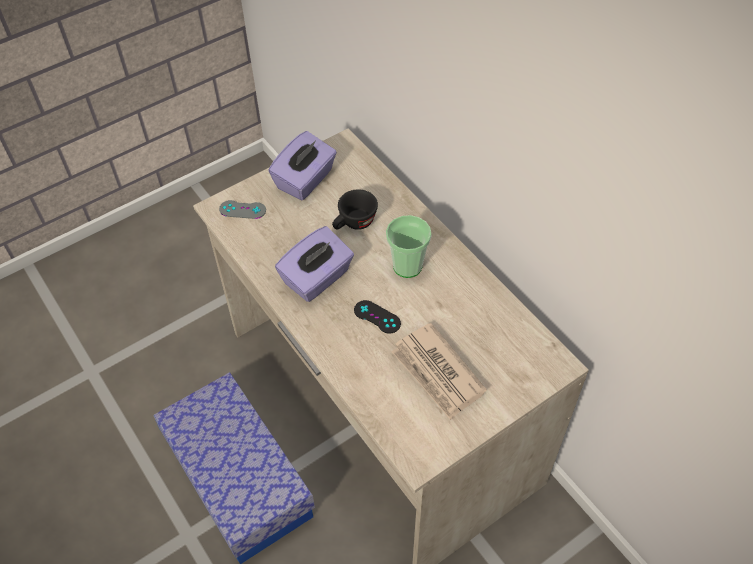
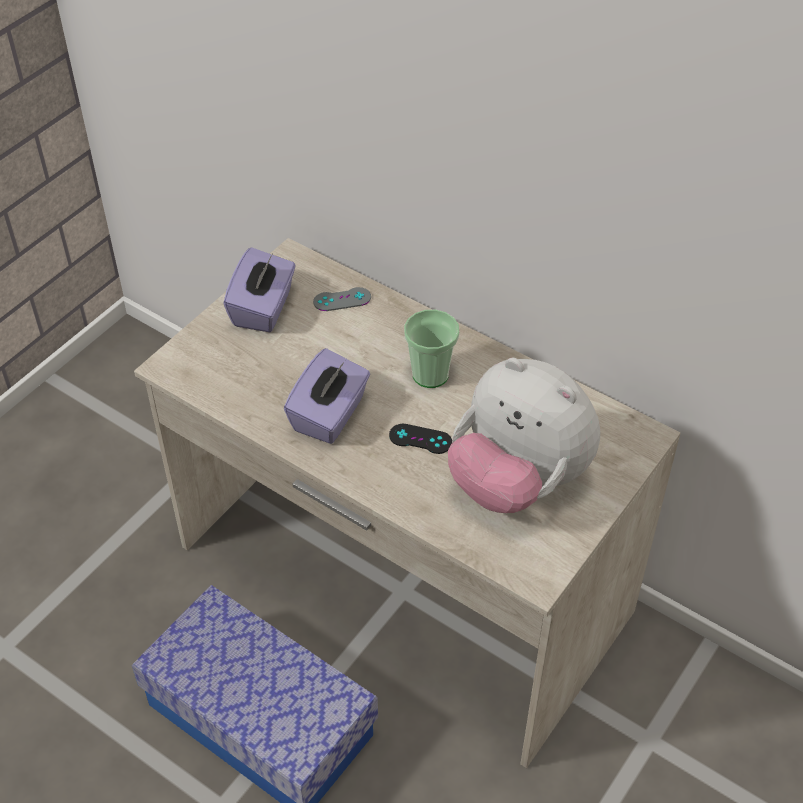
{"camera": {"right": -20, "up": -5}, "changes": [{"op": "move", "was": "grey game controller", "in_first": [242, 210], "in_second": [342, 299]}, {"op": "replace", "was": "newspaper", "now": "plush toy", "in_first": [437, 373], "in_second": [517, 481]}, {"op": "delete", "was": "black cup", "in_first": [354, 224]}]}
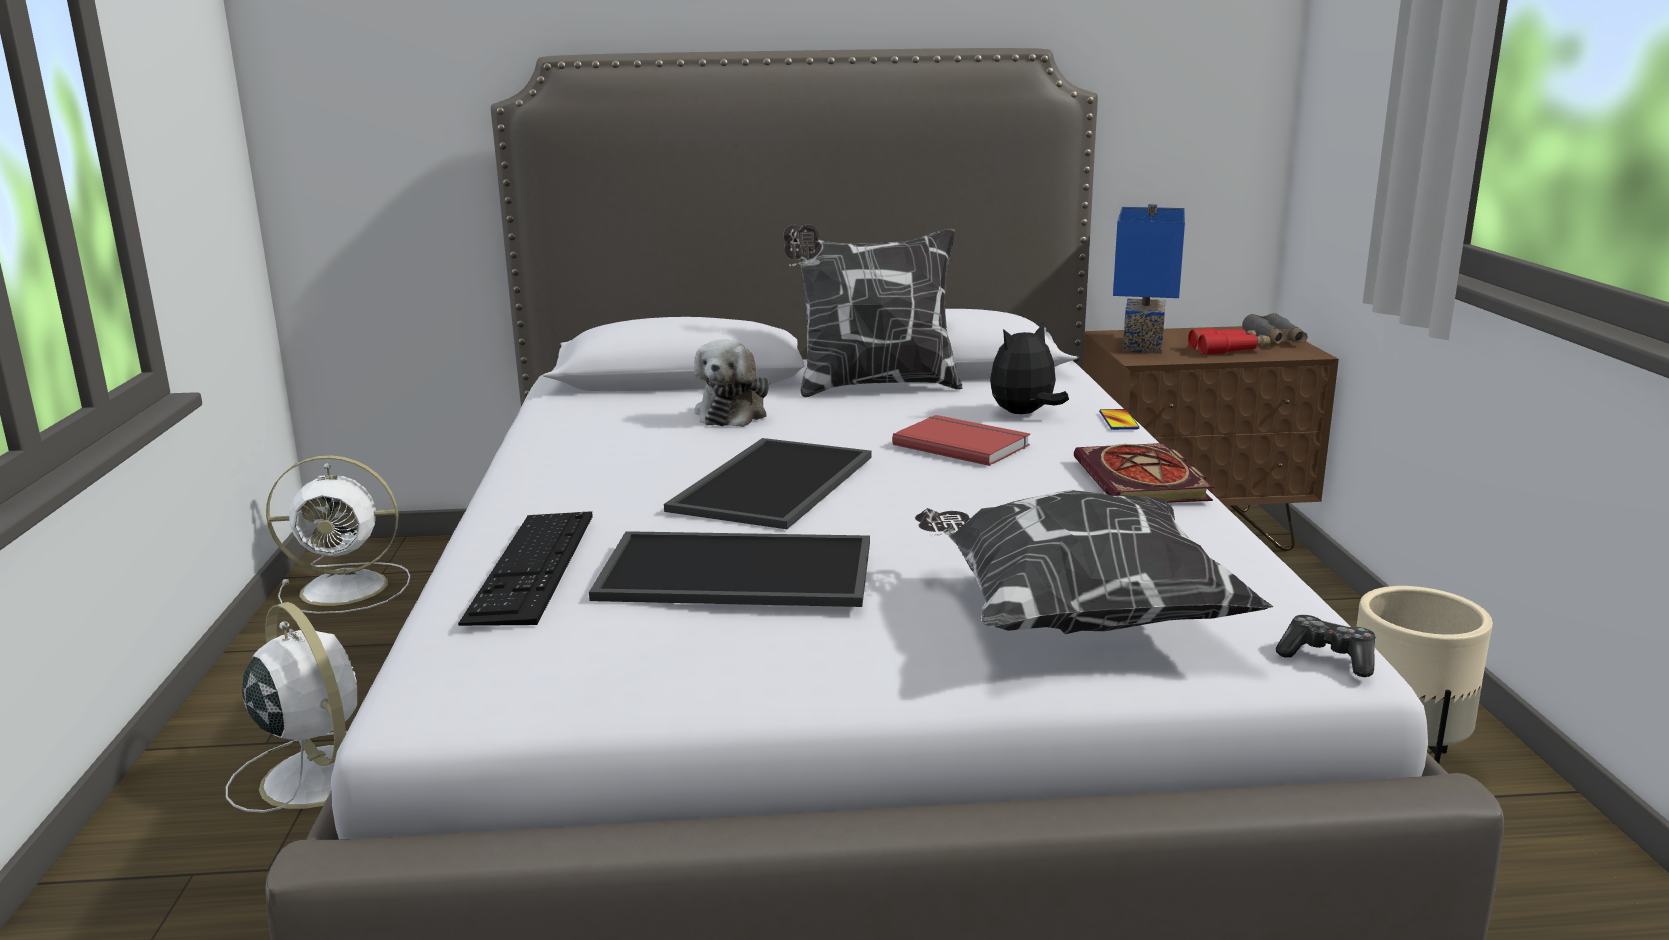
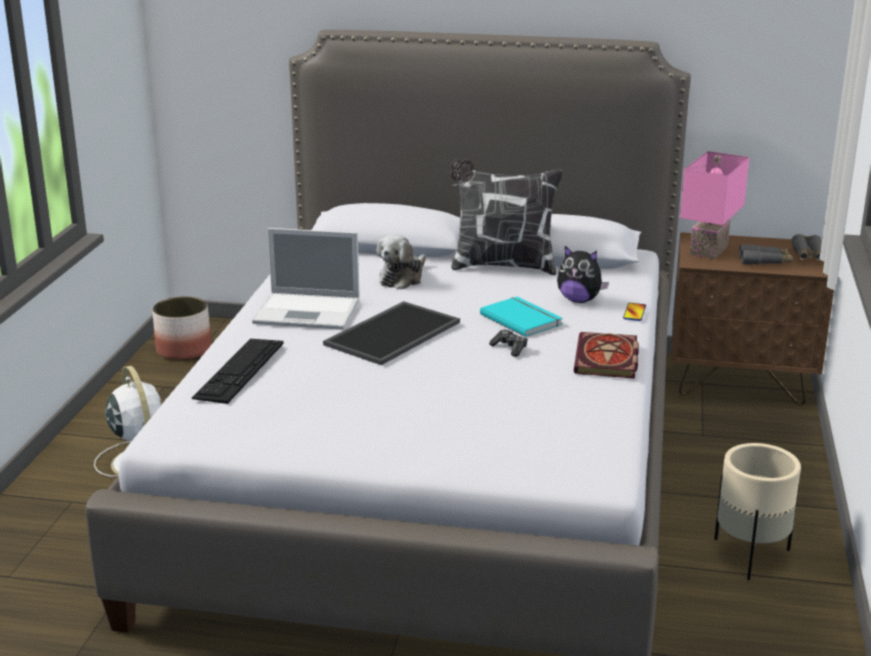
{"camera": {"right": 15, "up": 5}, "changes": [{"op": "replace", "was": "white fan", "now": "planter", "in_first": [348, 588], "in_second": [184, 350]}, {"op": "insert", "now": "laptop", "in_second": [309, 312]}, {"op": "recolor", "was": "red book", "now": "turquoise book", "in_first": [962, 444], "in_second": [522, 319]}, {"op": "move", "was": "game controller", "in_first": [1328, 658], "in_second": [510, 348]}, {"op": "rotate", "was": "plush toy", "in_first": [1024, 414], "in_second": [579, 300], "clockwise": -135}, {"op": "recolor", "was": "blue table lamp", "now": "pink table lamp", "in_first": [1146, 346], "in_second": [710, 251]}, {"op": "recolor", "was": "red binoculars", "now": "grey binoculars", "in_first": [1228, 350], "in_second": [765, 261]}, {"op": "delete", "was": "tray", "in_first": [733, 572]}, {"op": "delete", "was": "pillow", "in_first": [1073, 617]}]}
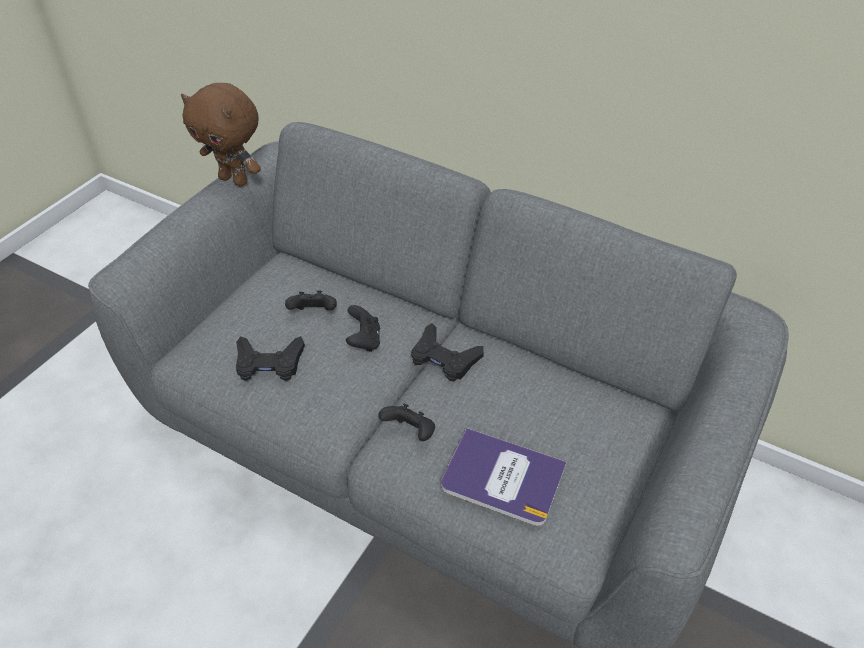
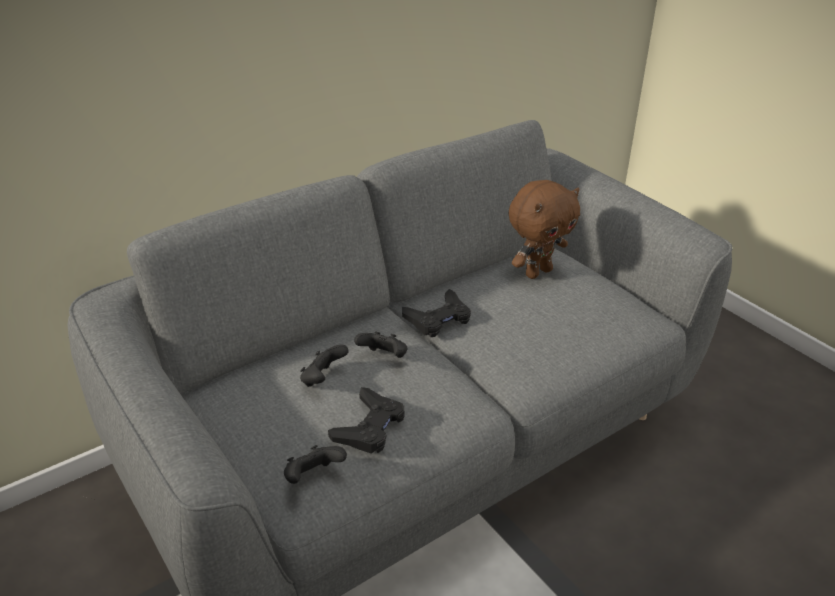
{"camera": {"right": -65, "up": -10}, "changes": [{"op": "move", "was": "black game controller", "in_first": [410, 432], "in_second": [313, 477]}, {"op": "move", "was": "brown plush toy", "in_first": [235, 180], "in_second": [537, 272]}, {"op": "delete", "was": "book", "in_first": [502, 477]}]}
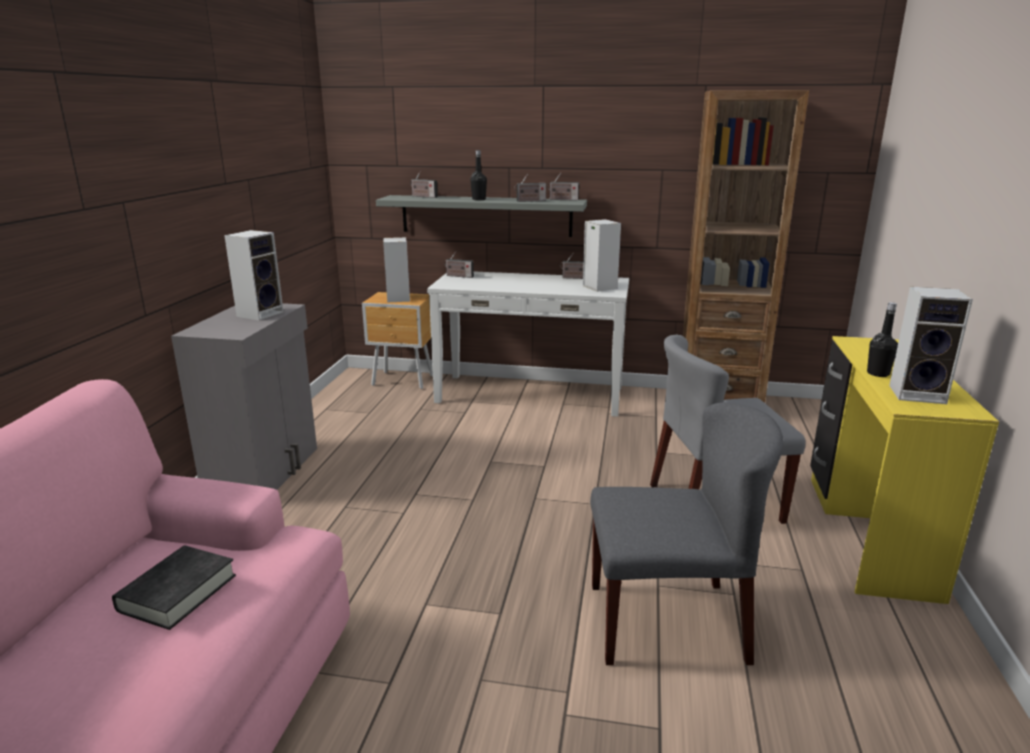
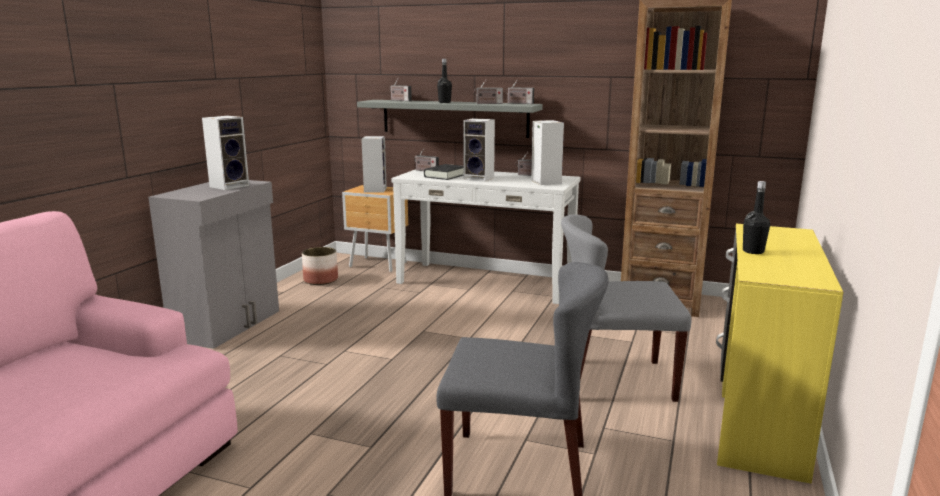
{"camera": {"right": 10, "up": -5}, "changes": [{"op": "insert", "now": "planter", "in_second": [321, 280]}, {"op": "move", "was": "black book", "in_first": [177, 593], "in_second": [445, 176]}, {"op": "move", "was": "speaker", "in_first": [919, 394], "in_second": [480, 178]}]}
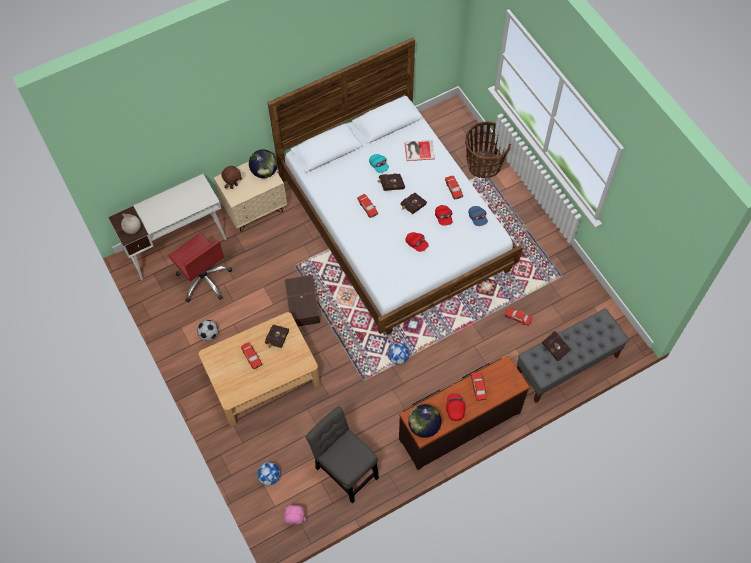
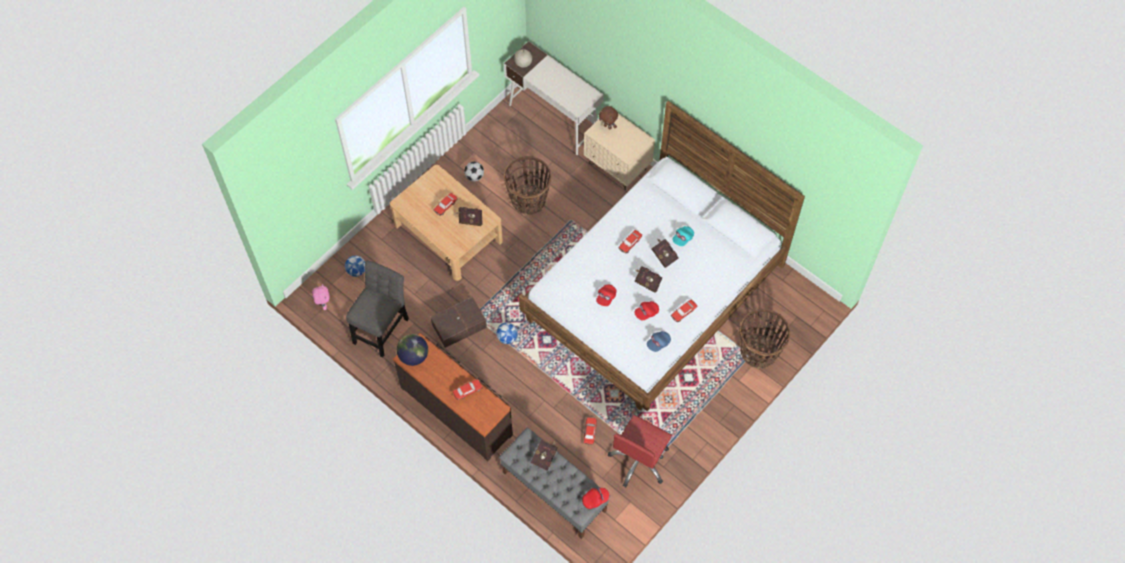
{"camera": {"right": 70, "up": 0}, "changes": [{"op": "move", "was": "brown storage box", "in_first": [302, 305], "in_second": [458, 325]}, {"op": "insert", "now": "basket", "in_second": [528, 200]}, {"op": "move", "was": "red cap", "in_first": [455, 408], "in_second": [595, 499]}, {"op": "move", "was": "red office chair", "in_first": [204, 279], "in_second": [639, 461]}, {"op": "delete", "was": "globe", "in_first": [264, 172]}, {"op": "delete", "was": "book", "in_first": [418, 150]}]}
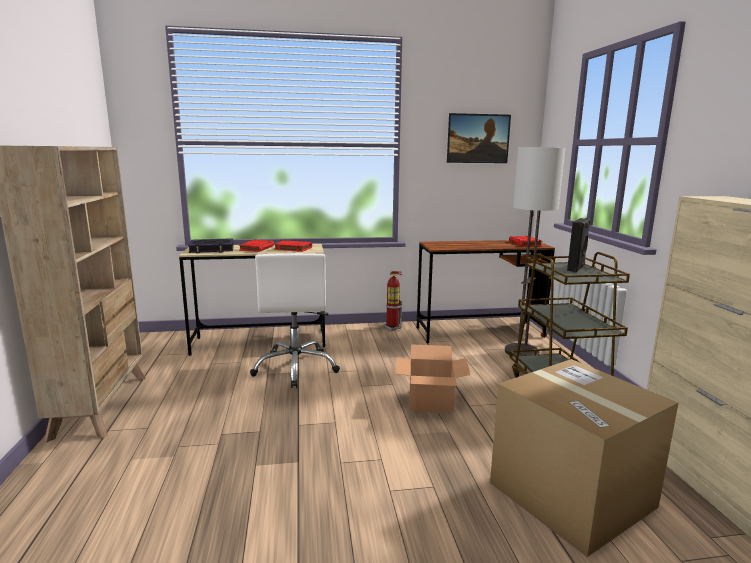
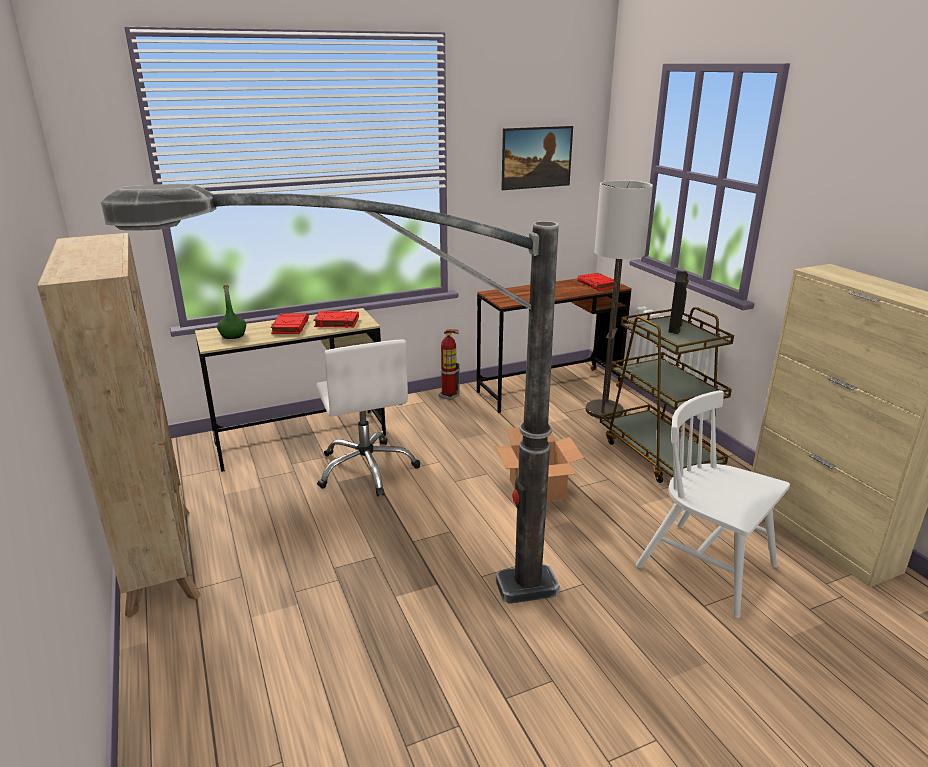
{"camera": {"right": -15, "up": 10}, "changes": [{"op": "insert", "now": "floor lamp", "in_second": [385, 608]}, {"op": "replace", "was": "book", "now": "green bottle", "in_first": [212, 249], "in_second": [233, 335]}, {"op": "replace", "was": "cardboard box", "now": "white chair", "in_first": [571, 494], "in_second": [706, 567]}]}
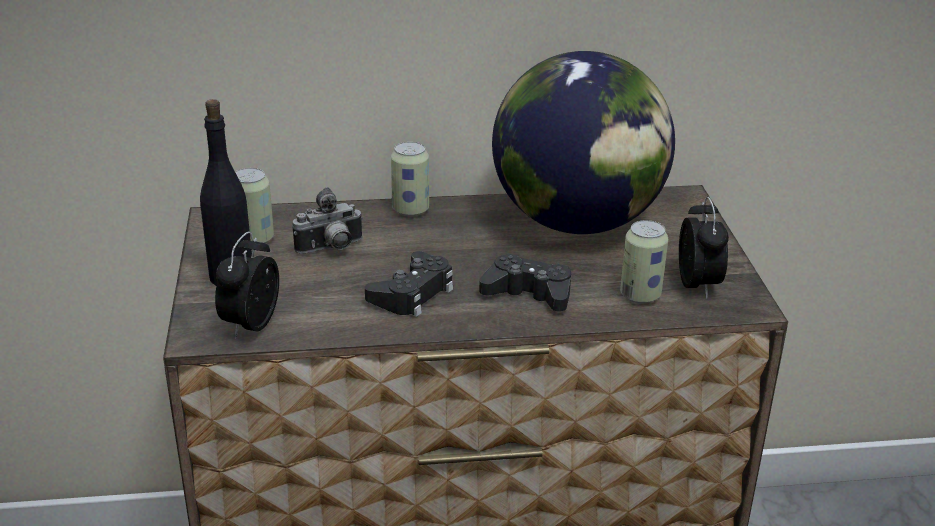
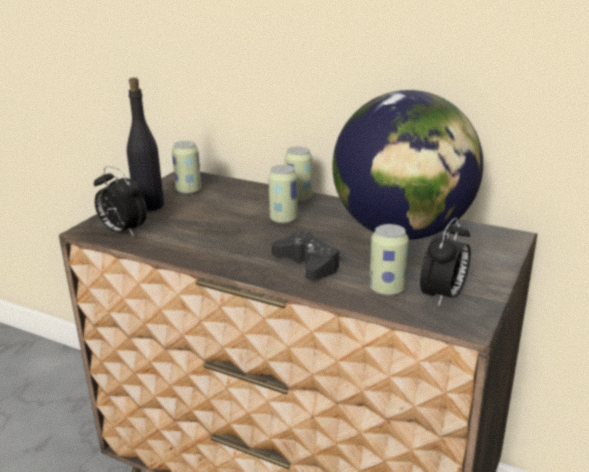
{"camera": {"right": 35, "up": -5}, "changes": [{"op": "rotate", "was": "alarm clock", "in_first": [250, 324], "in_second": [122, 231], "clockwise": -105}, {"op": "insert", "now": "can", "in_second": [283, 219]}, {"op": "delete", "was": "photo camera", "in_first": [331, 249]}, {"op": "delete", "was": "black game controller", "in_first": [412, 293]}]}
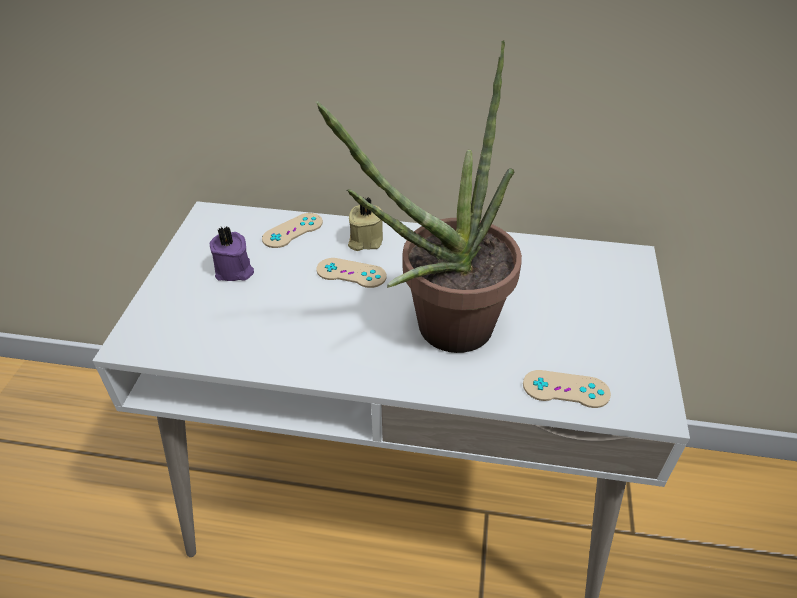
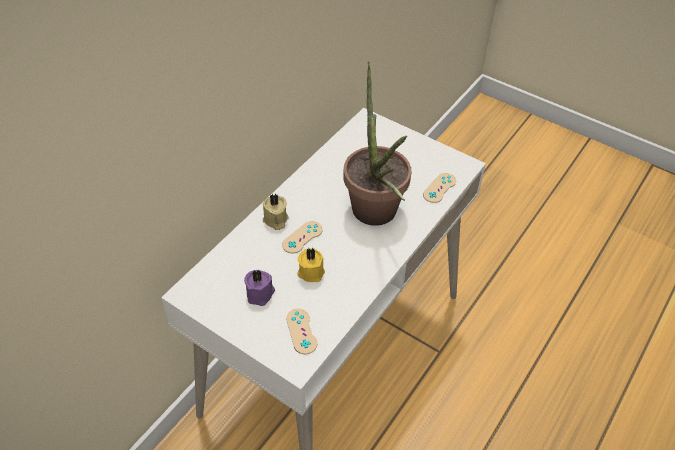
{"camera": {"right": -65, "up": 5}, "changes": [{"op": "move", "was": "beige game controller", "in_first": [292, 230], "in_second": [301, 331]}, {"op": "insert", "now": "yellow candle", "in_second": [311, 271]}]}
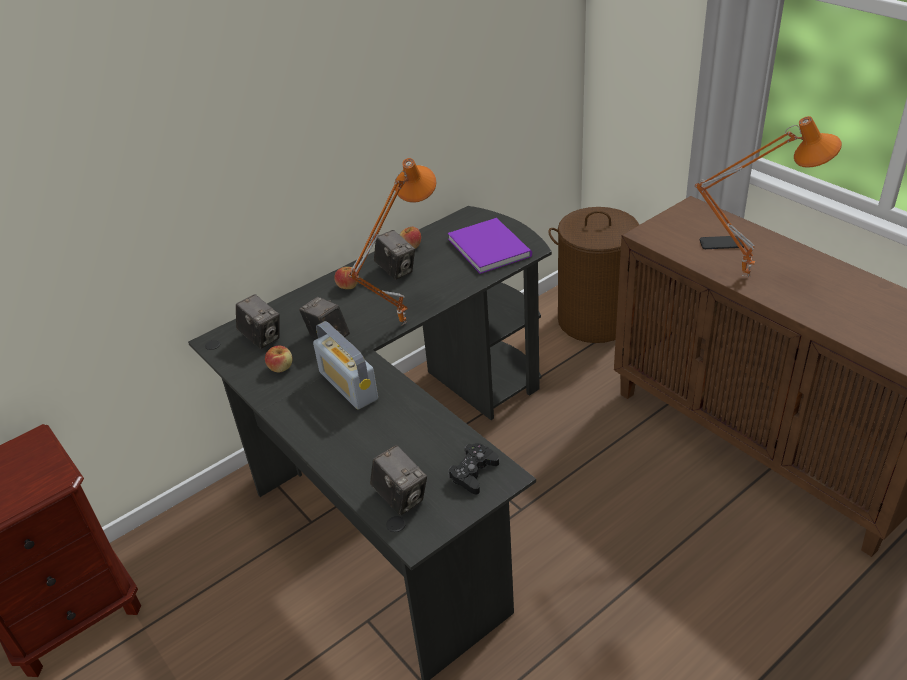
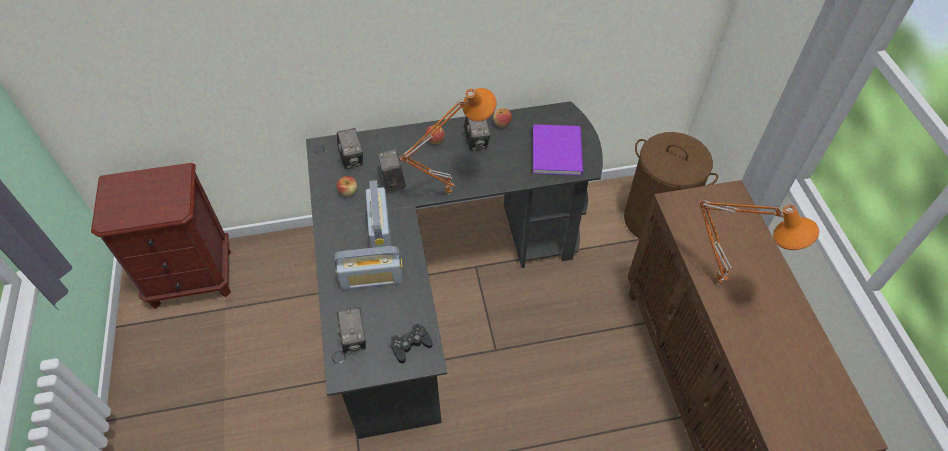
{"camera": {"right": 25, "up": 15}, "changes": [{"op": "insert", "now": "radio", "in_second": [372, 279]}, {"op": "delete", "was": "phone", "in_first": [721, 243]}]}
